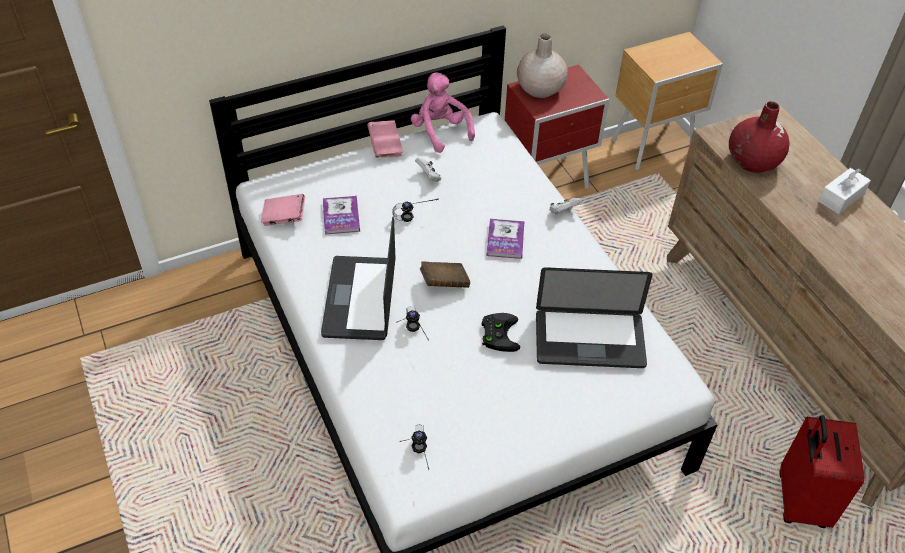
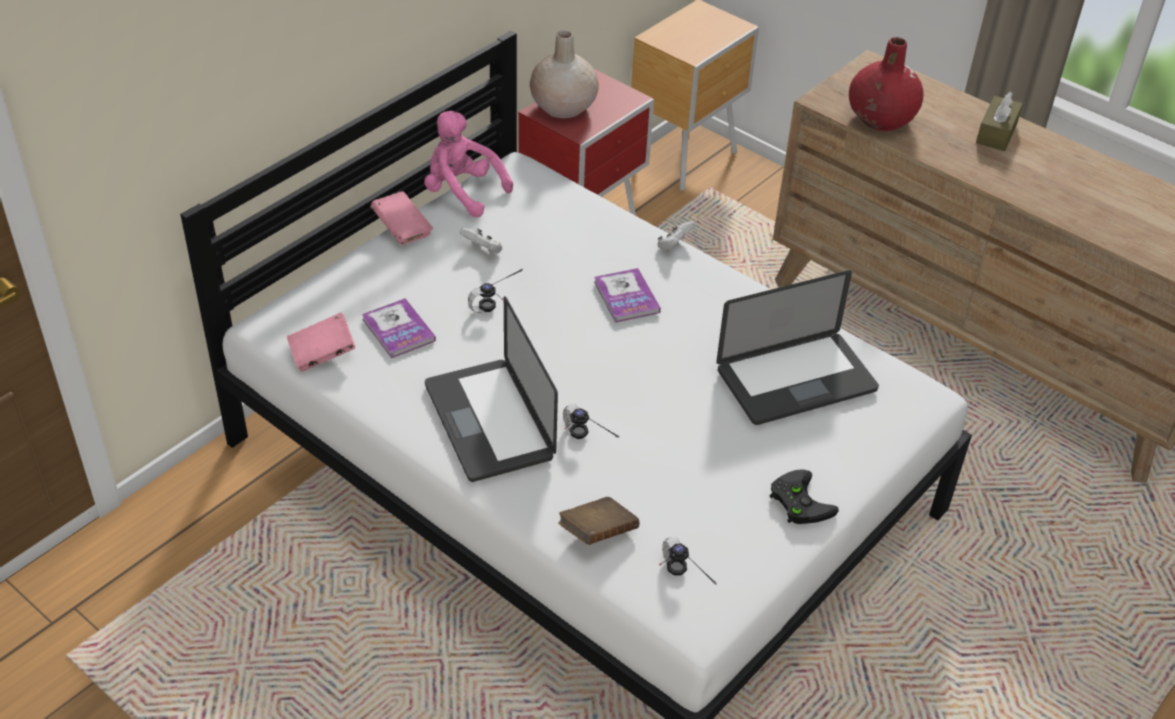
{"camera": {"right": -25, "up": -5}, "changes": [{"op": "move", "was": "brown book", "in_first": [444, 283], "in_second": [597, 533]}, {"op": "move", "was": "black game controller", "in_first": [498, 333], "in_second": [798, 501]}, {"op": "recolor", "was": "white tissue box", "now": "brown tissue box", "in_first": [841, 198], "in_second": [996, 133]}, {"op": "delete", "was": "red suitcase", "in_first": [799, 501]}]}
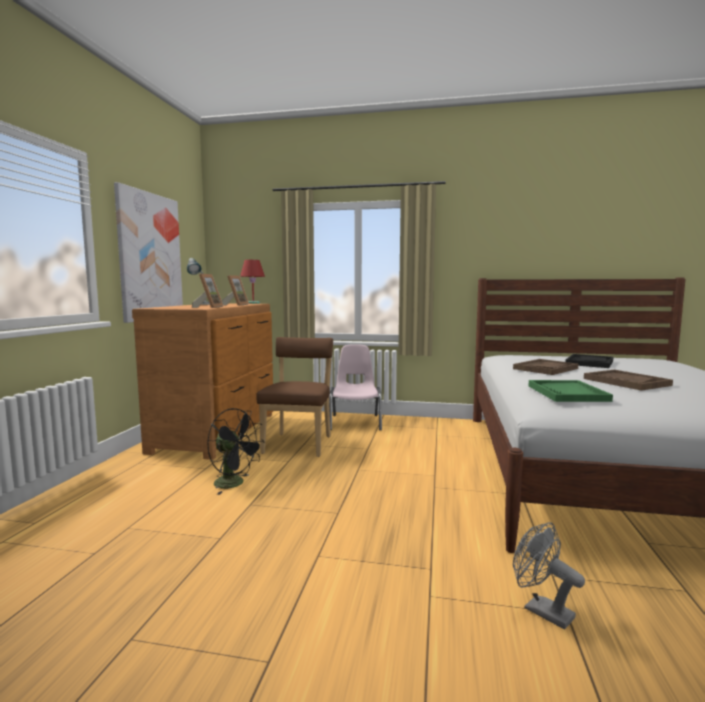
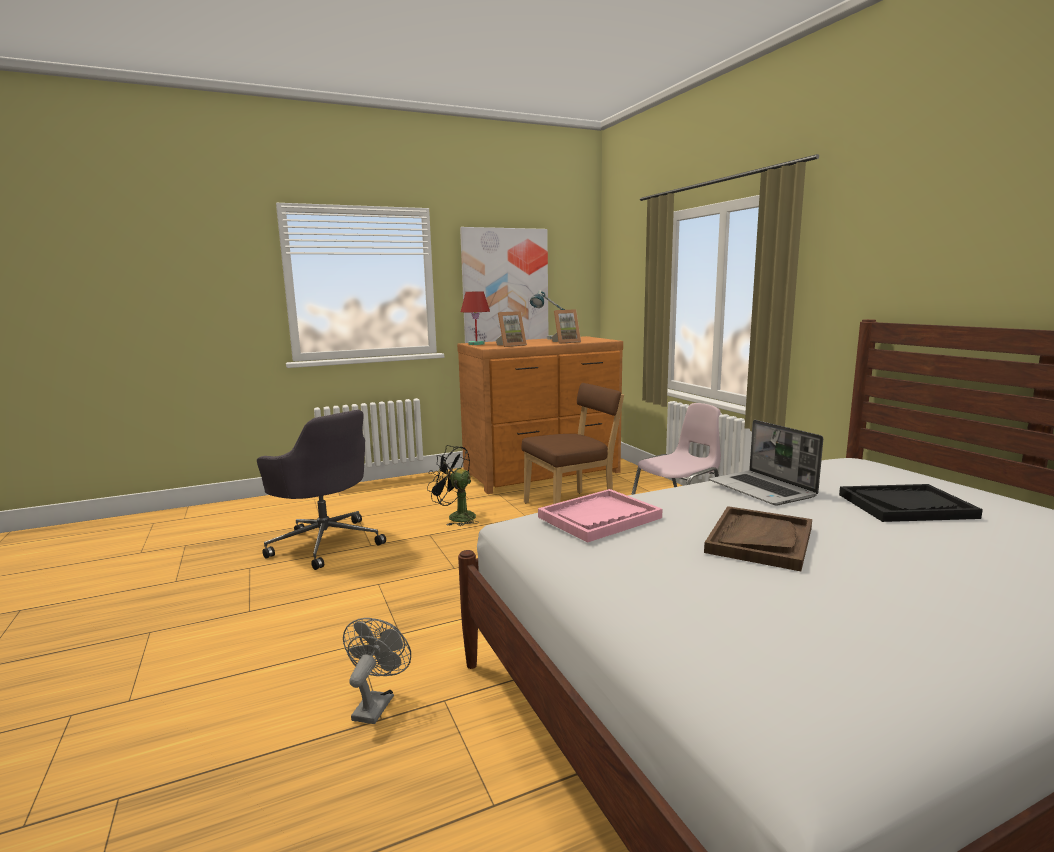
{"camera": {"right": 55, "up": 5}, "changes": [{"op": "insert", "now": "grey office chair", "in_second": [325, 543]}, {"op": "rotate", "was": "black fan", "in_first": [235, 484], "in_second": [455, 517], "clockwise": 120}, {"op": "move", "was": "red table lamp", "in_first": [253, 303], "in_second": [476, 344]}, {"op": "recolor", "was": "green tray", "now": "pink tray", "in_first": [567, 393], "in_second": [599, 518]}, {"op": "replace", "was": "brown tray", "now": "laptop", "in_first": [545, 368], "in_second": [763, 490]}]}
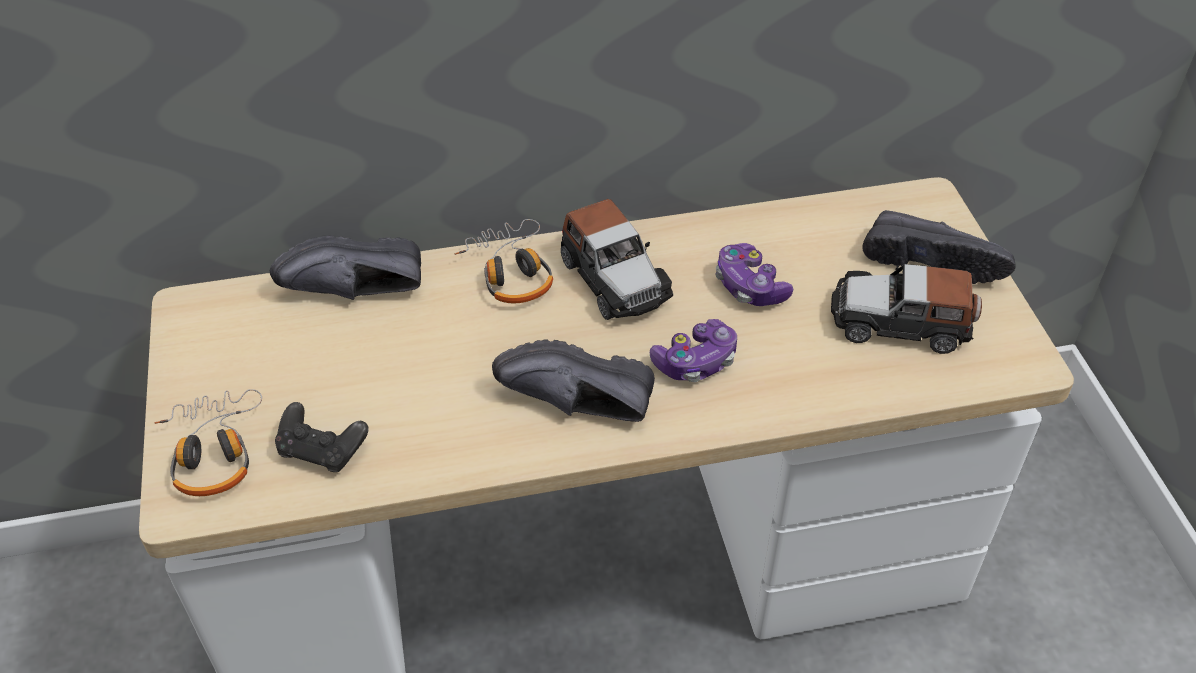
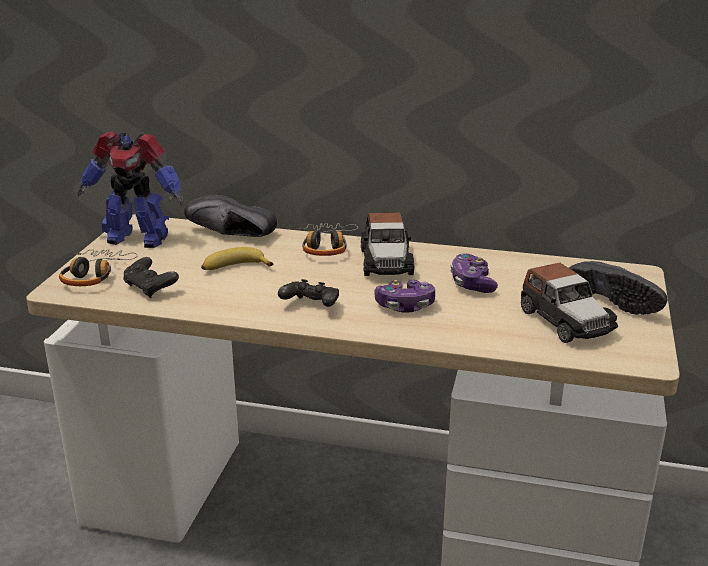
{"camera": {"right": 25, "up": -20}, "changes": [{"op": "insert", "now": "toy robot", "in_second": [137, 238]}, {"op": "insert", "now": "banana", "in_second": [235, 268]}, {"op": "replace", "was": "black shoe", "now": "black game controller", "in_first": [575, 407], "in_second": [311, 306]}, {"op": "rotate", "was": "toy car", "in_first": [900, 322], "in_second": [565, 321], "clockwise": -150}]}
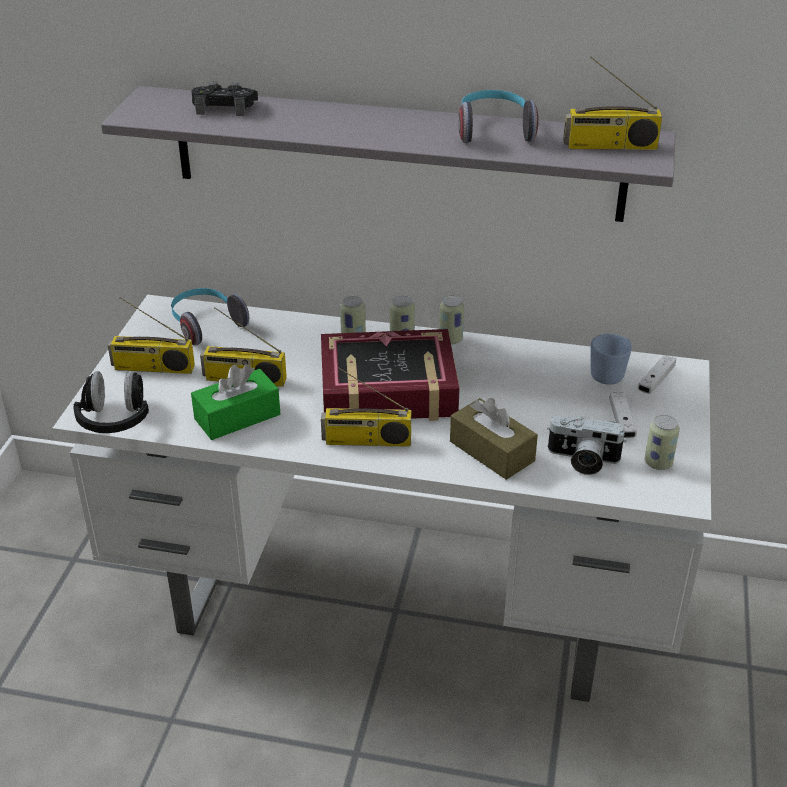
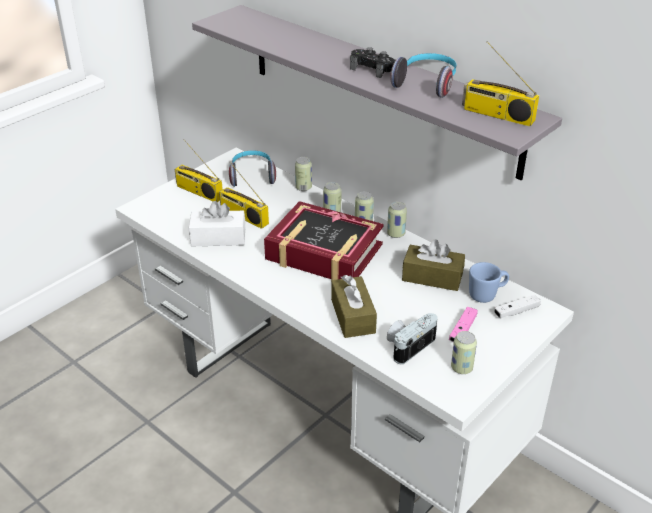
{"camera": {"right": 30, "up": 0}, "changes": [{"op": "recolor", "was": "green tissue box", "now": "white tissue box", "in_first": [237, 417], "in_second": [218, 237]}, {"op": "insert", "now": "can", "in_second": [303, 187]}, {"op": "move", "was": "black game controller", "in_first": [225, 107], "in_second": [374, 68]}, {"op": "rotate", "was": "photo camera", "in_first": [582, 460], "in_second": [409, 345], "clockwise": 90}, {"op": "insert", "now": "brown tissue box", "in_second": [432, 277]}, {"op": "recolor", "was": "white game controller", "now": "pink game controller", "in_first": [621, 421], "in_second": [462, 330]}, {"op": "delete", "was": "black headphones", "in_first": [115, 419]}, {"op": "delete", "was": "radio", "in_first": [366, 441]}]}
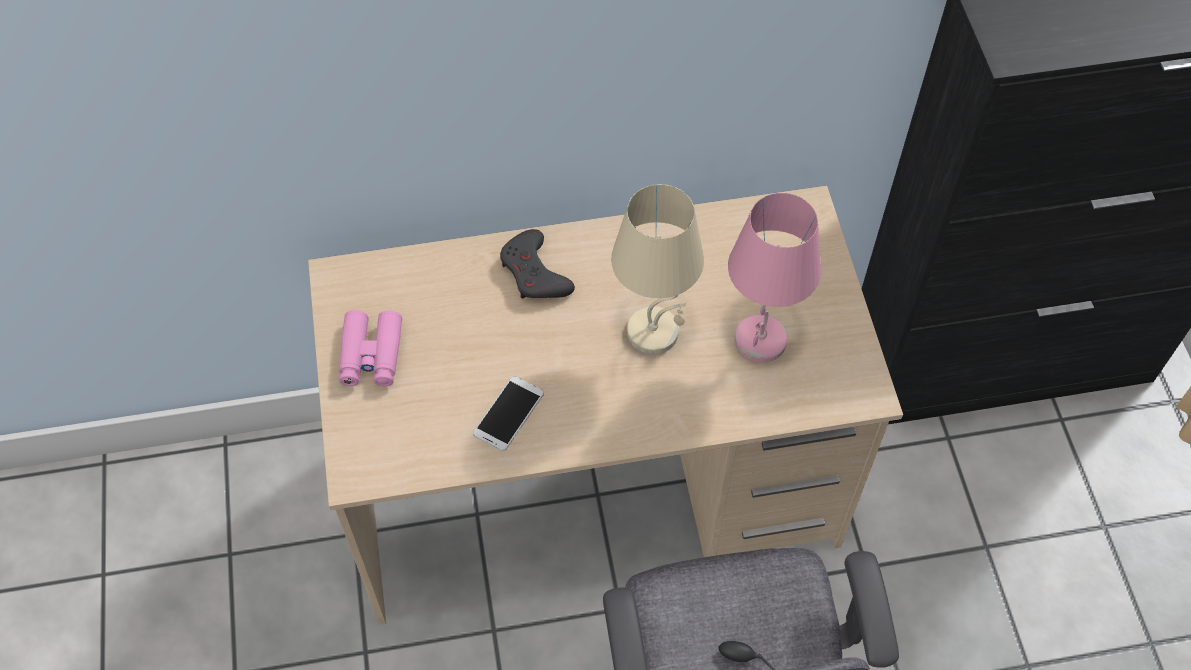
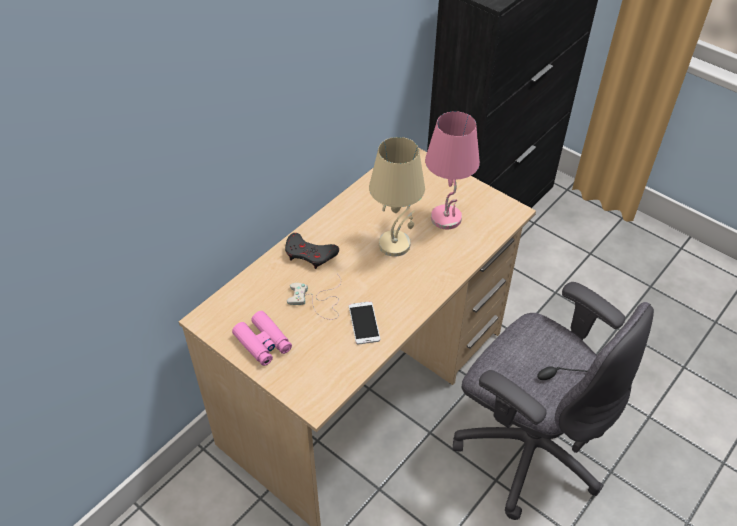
{"camera": {"right": -40, "up": -10}, "changes": [{"op": "insert", "now": "white game controller", "in_second": [318, 301]}]}
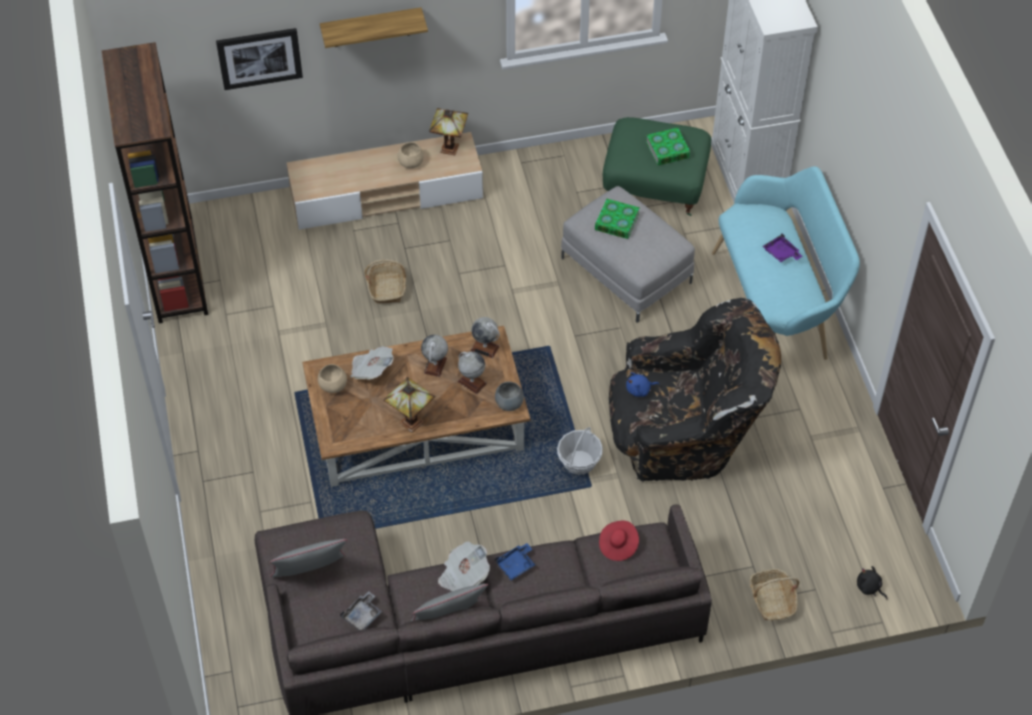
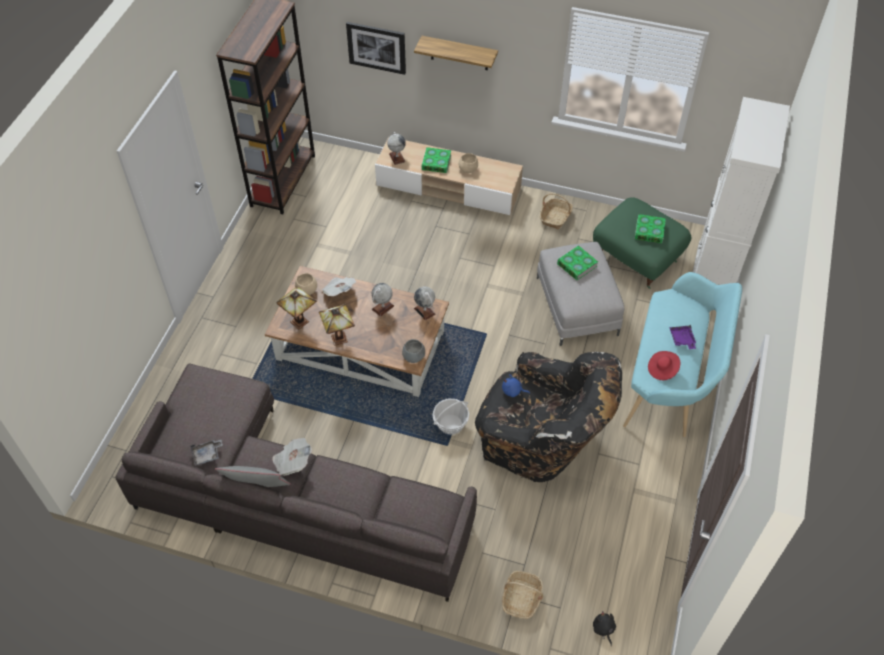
{"camera": {"right": 30, "up": 0}, "changes": [{"op": "move", "was": "table lamp", "in_first": [449, 147], "in_second": [300, 320]}, {"op": "move", "was": "globe", "in_first": [472, 382], "in_second": [397, 157]}, {"op": "insert", "now": "book", "in_second": [436, 162]}, {"op": "move", "was": "basket", "in_first": [387, 288], "in_second": [555, 217]}, {"op": "move", "was": "red hat", "in_first": [618, 545], "in_second": [662, 369]}, {"op": "delete", "was": "grey pillow", "in_first": [311, 577]}, {"op": "delete", "was": "blue tray", "in_first": [516, 565]}]}
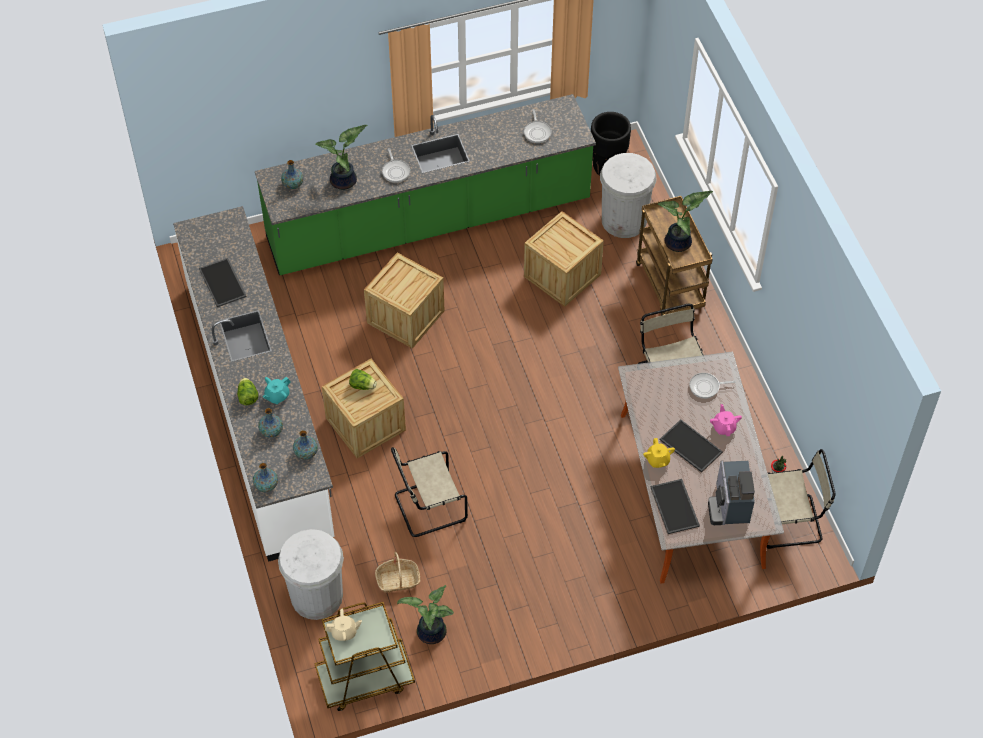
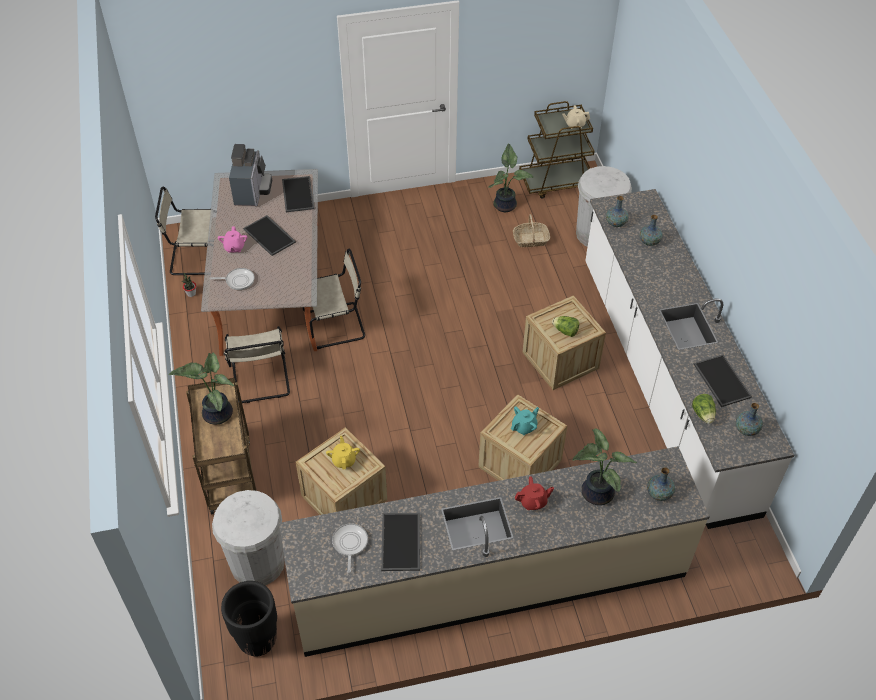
{"camera": {"right": -175, "up": -5}, "changes": [{"op": "recolor", "was": "green counter", "now": "beige counter", "in_first": [429, 221], "in_second": [489, 580]}, {"op": "move", "was": "beige chair", "in_first": [427, 507], "in_second": [337, 325]}, {"op": "move", "was": "yellow teapot", "in_first": [657, 460], "in_second": [344, 460]}, {"op": "insert", "now": "tray", "in_second": [402, 542]}, {"op": "move", "was": "turquoise teapot", "in_first": [277, 396], "in_second": [524, 427]}, {"op": "replace", "was": "frying pan", "now": "red teapot", "in_first": [395, 171], "in_second": [533, 502]}, {"op": "move", "was": "lettuce", "in_first": [247, 397], "in_second": [703, 414]}, {"op": "move", "was": "vase", "in_first": [266, 485], "in_second": [746, 429]}]}
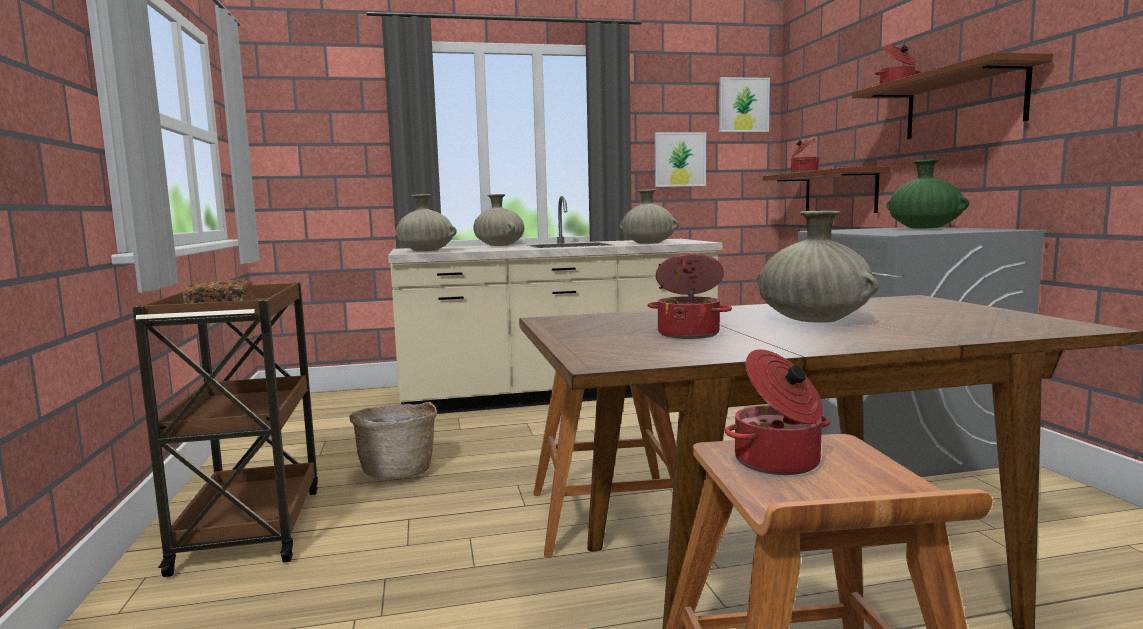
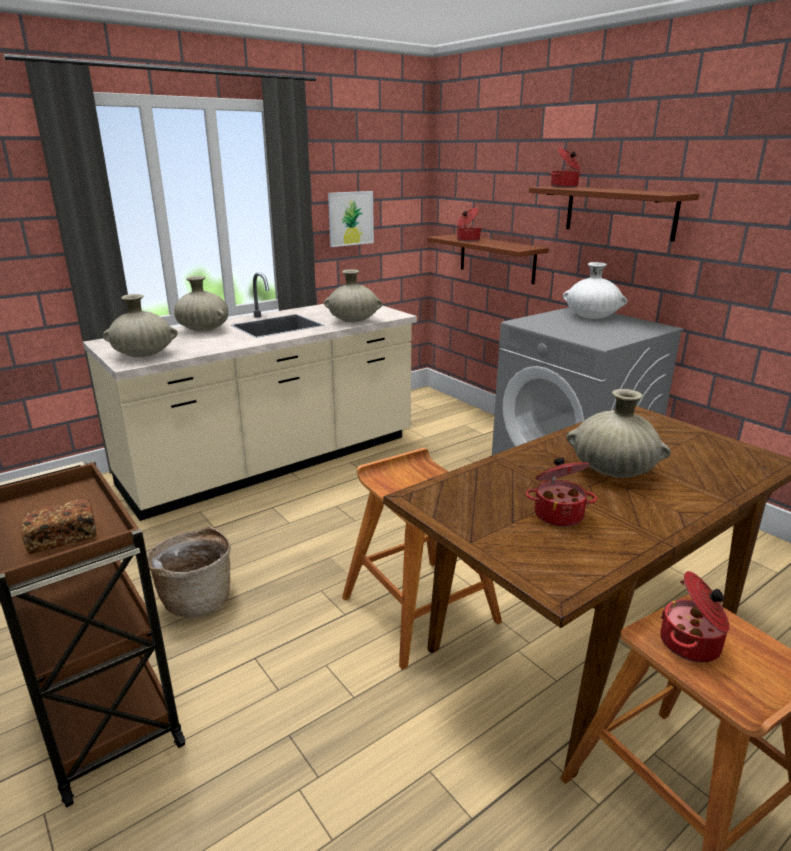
{"camera": {"right": -25, "up": 15}, "changes": [{"op": "recolor", "was": "green vase", "now": "white vase", "in_first": [924, 228], "in_second": [591, 317]}, {"op": "delete", "was": "picture", "in_first": [743, 105]}]}
